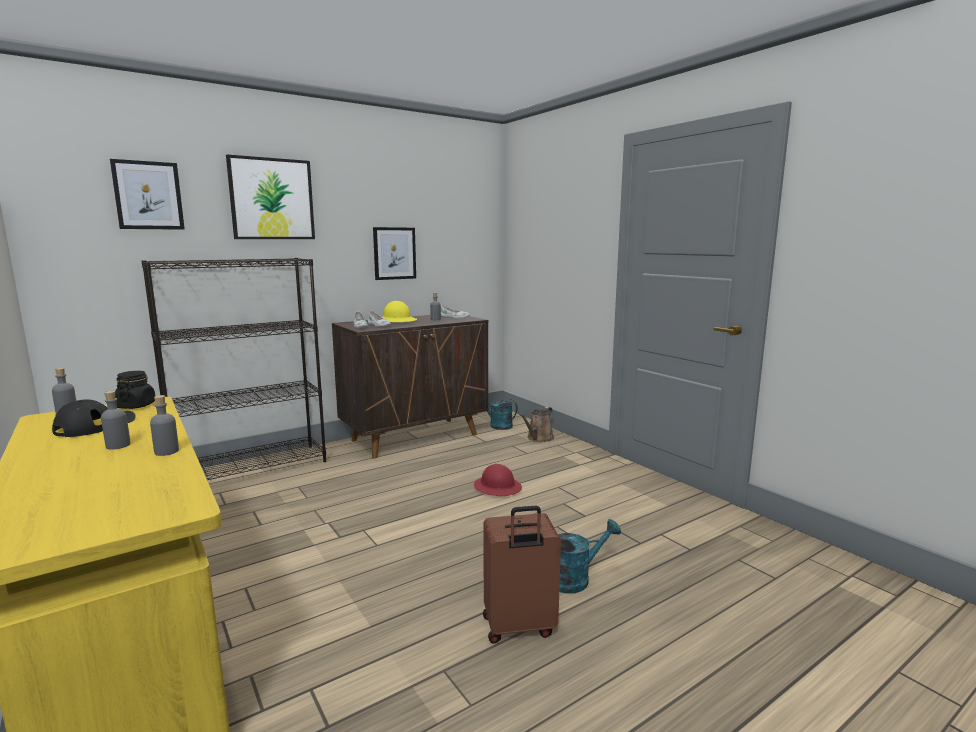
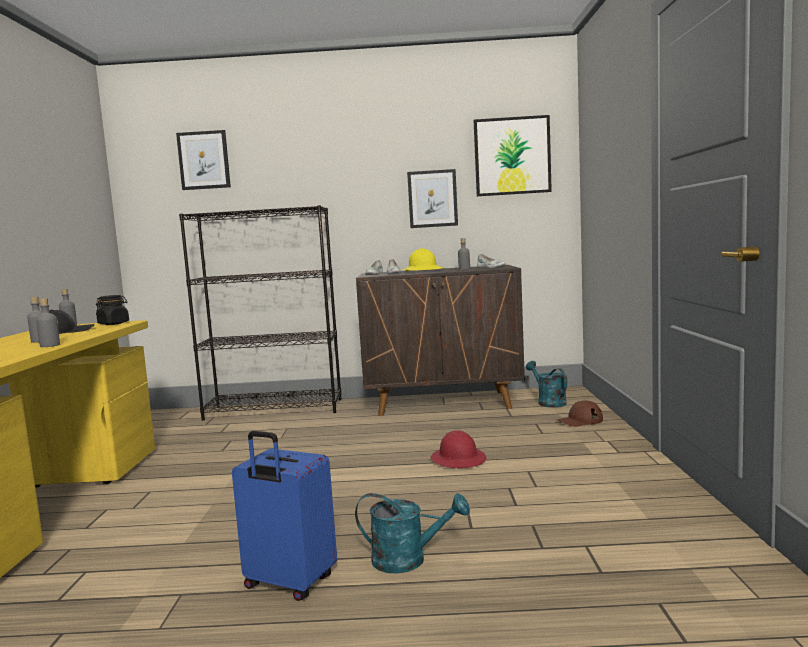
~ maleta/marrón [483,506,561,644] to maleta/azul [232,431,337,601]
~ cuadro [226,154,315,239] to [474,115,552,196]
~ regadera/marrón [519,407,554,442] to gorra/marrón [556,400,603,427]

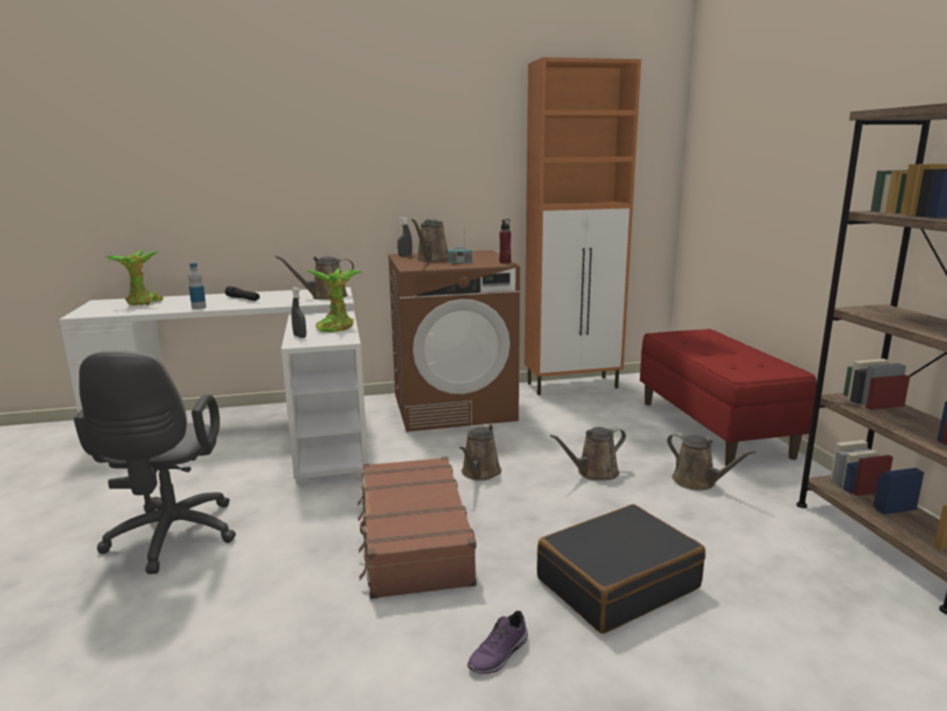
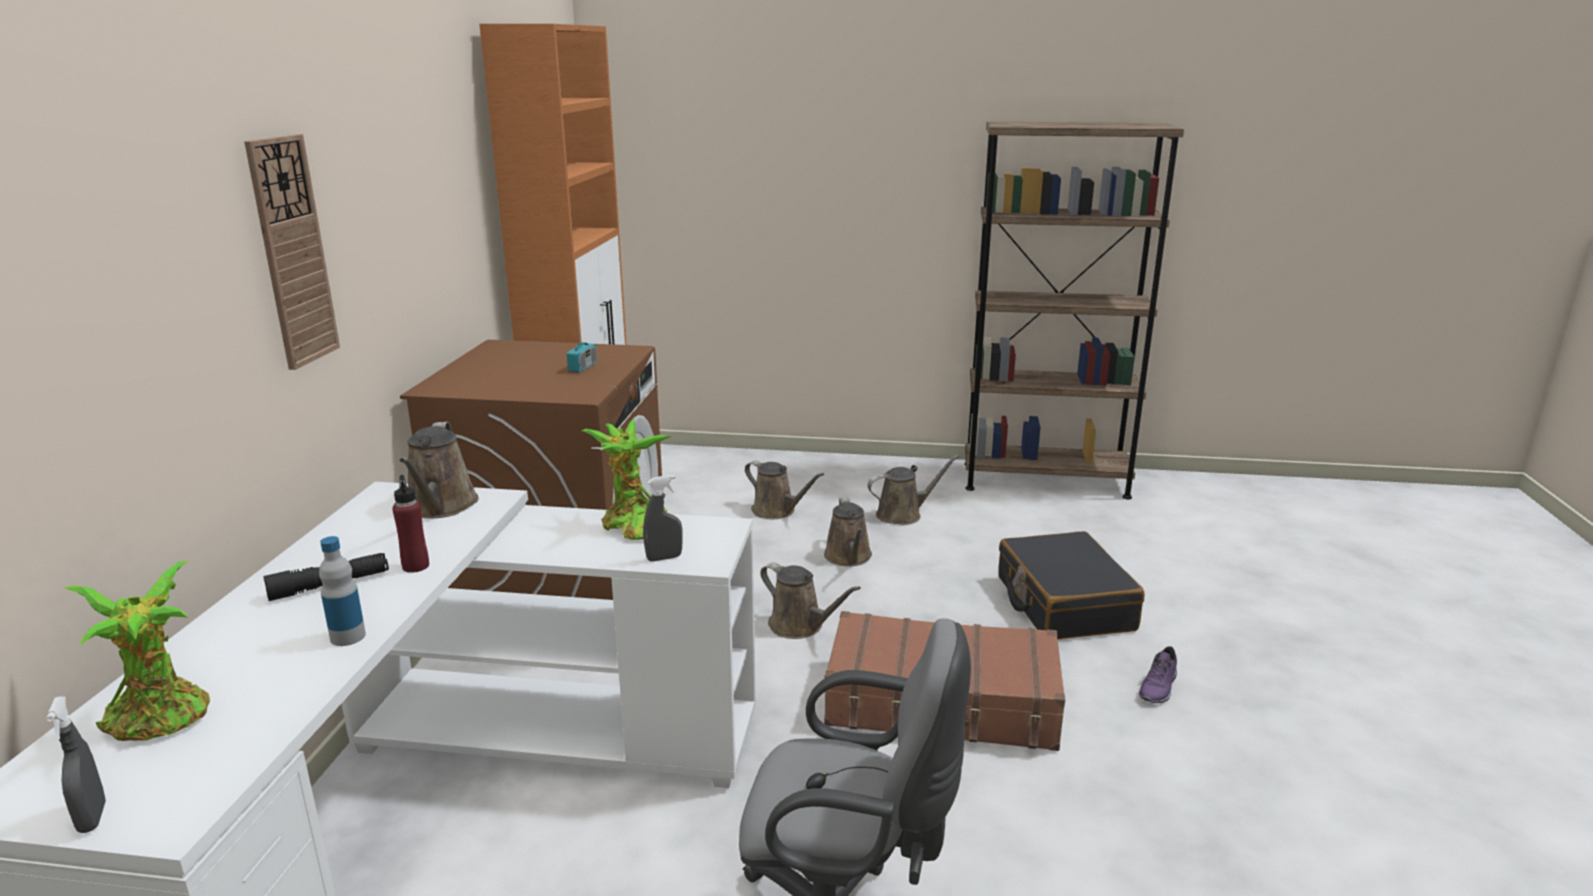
~ pulverizador/gris [397,216,412,257] to [46,696,106,833]
+ reloj de pared [244,134,340,370]
~ botella/rojo [499,219,511,264] to [392,475,429,573]
~ regadera/marrón [412,219,449,262] to [745,461,824,519]
~ zapato/morado [467,611,528,674] = [1139,646,1177,703] 60 degrees clockwise
- banco/rojo [640,329,817,466]

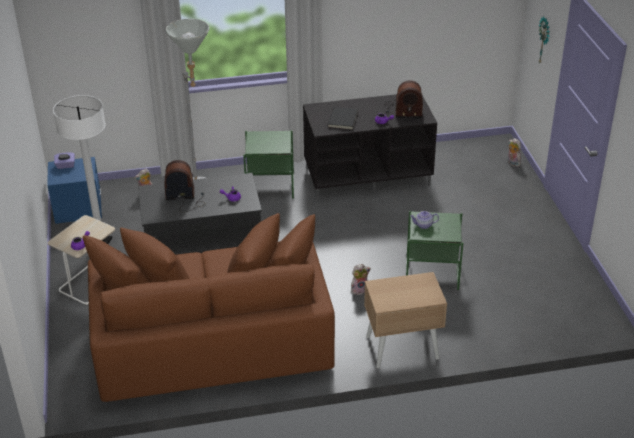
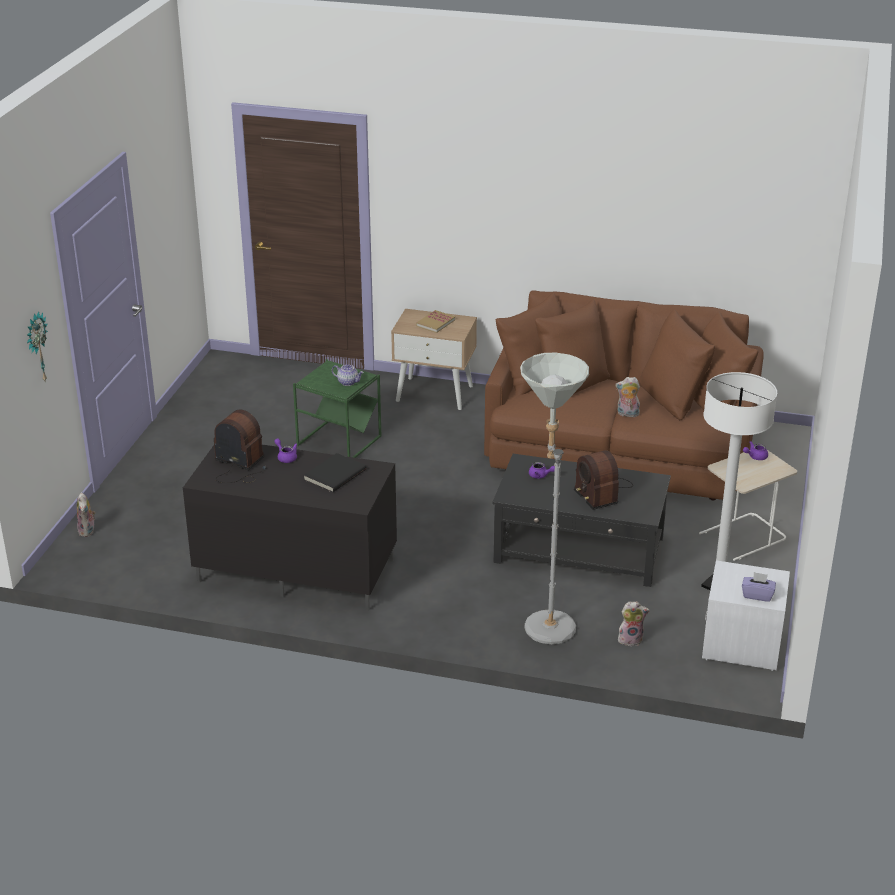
+ libro [416,310,455,333]
~ radio [164,160,205,212] = [574,450,633,510] 45 degrees clockwise
~ peluche [351,264,371,295] to [615,377,640,417]
~ mesita de noche/azul [47,157,102,224] to mesita de noche/blanco [702,560,790,671]
- mesa auxiliar/verde [243,130,294,199]

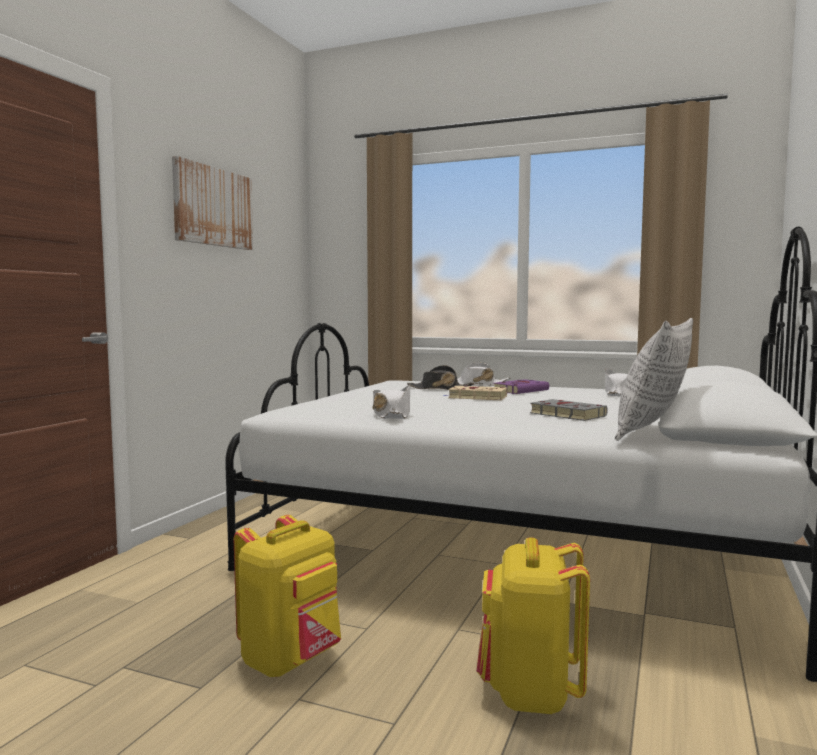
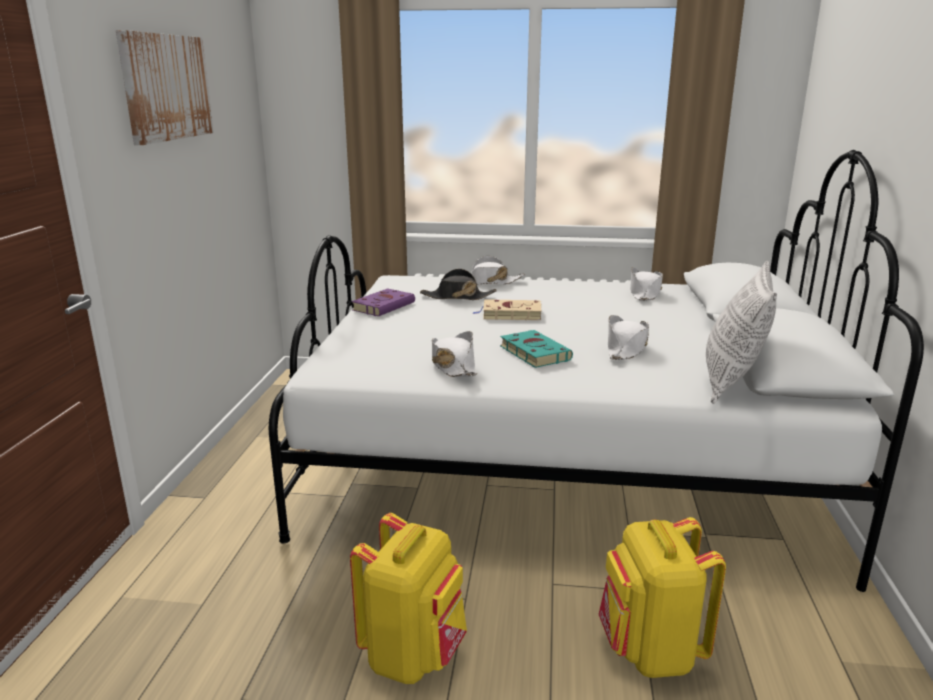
~ libro/morado [493,379,549,394] to [352,288,415,316]
+ libro/turquesa [500,330,573,368]
~ libro/gris [530,399,608,421] to sombrero/blanco [608,315,649,360]

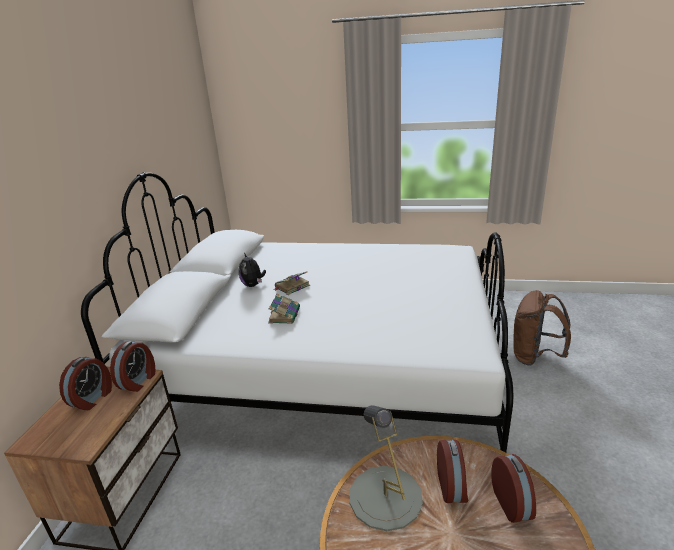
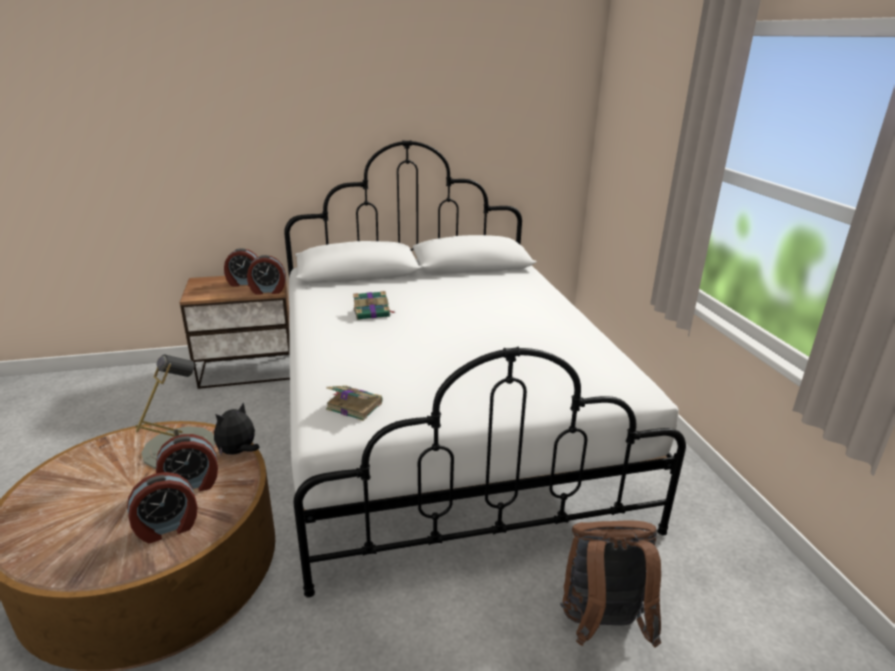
~ peluche [239,253,266,287] to [214,402,259,455]
~ libro [273,272,310,295] to [326,385,383,421]

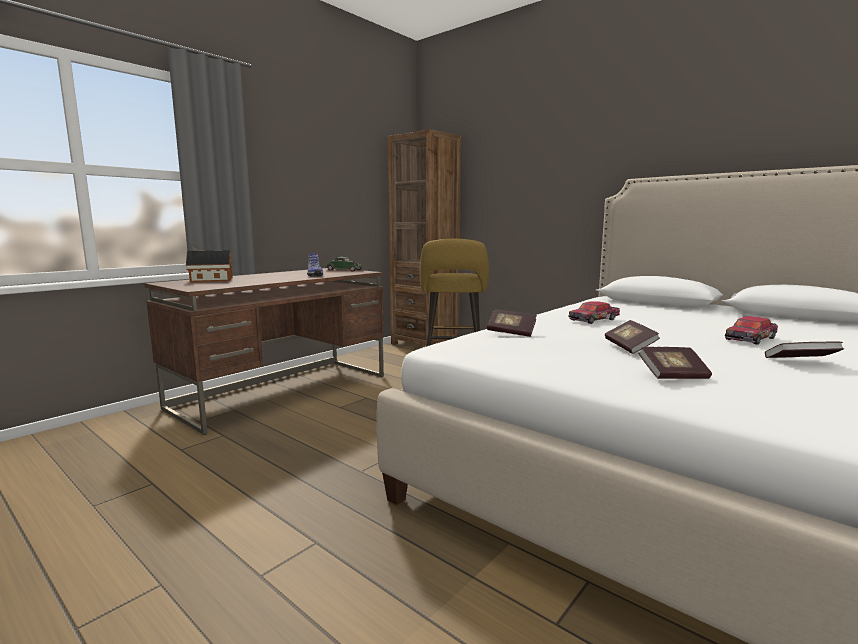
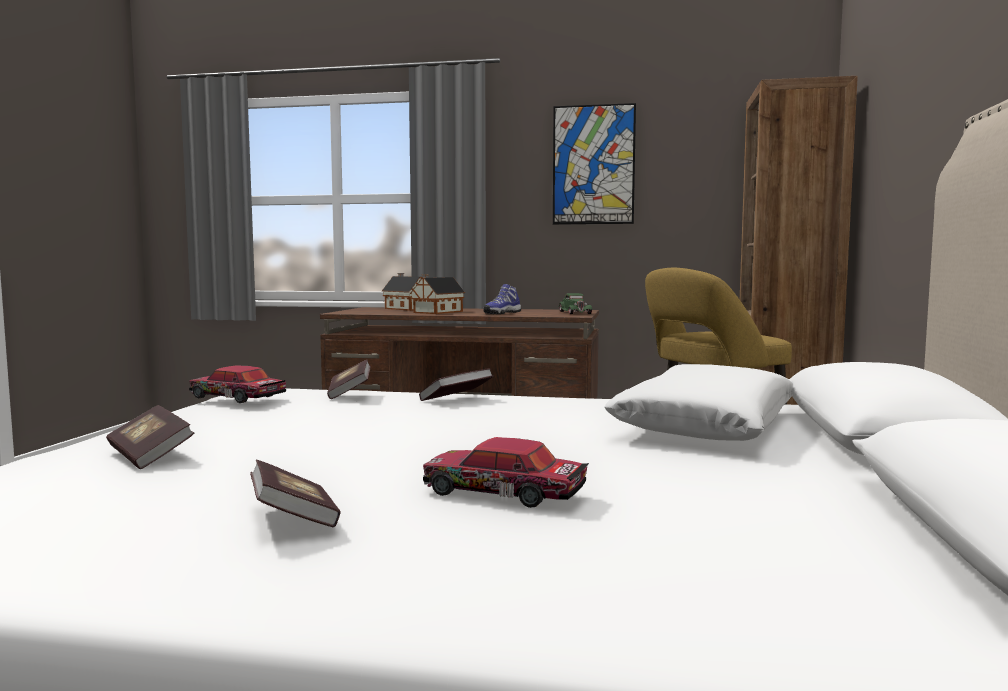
~ coche de juguete [568,301,620,324] to [189,366,286,403]
+ casita [410,274,465,314]
~ libro [605,320,660,354] to [419,368,493,401]
+ cuadro [553,103,636,225]
+ cojín/blanco [604,364,793,441]

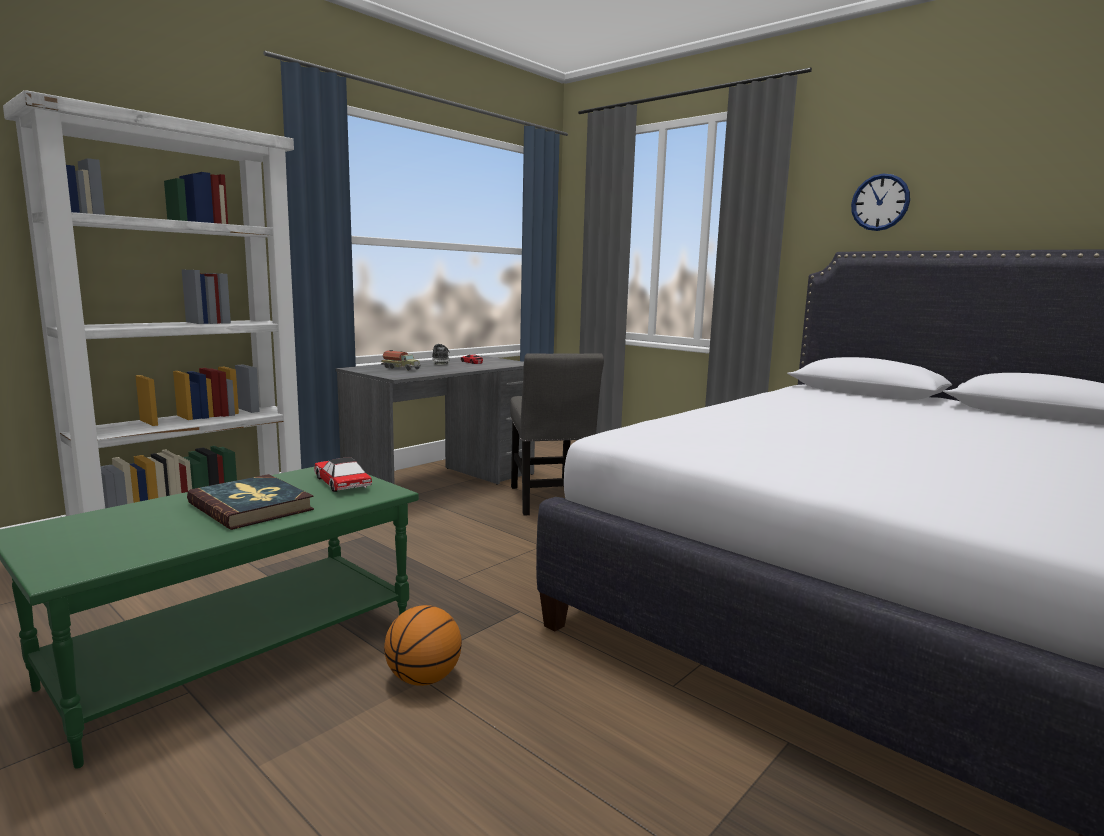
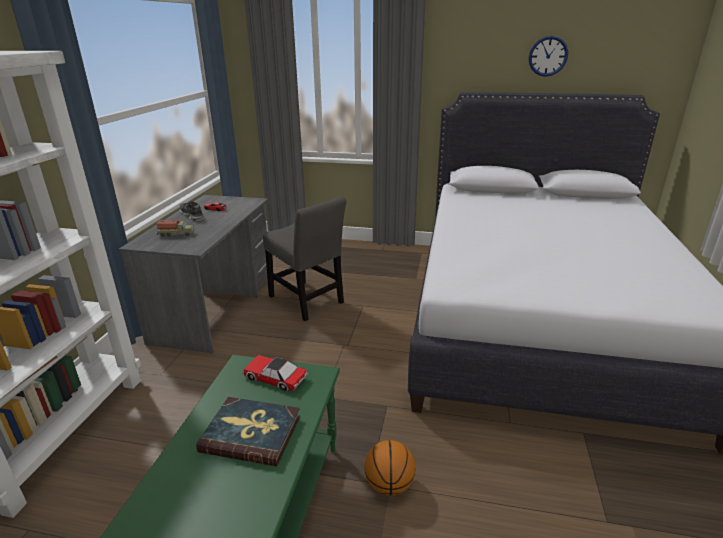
~ reloj de pared [851,173,910,231] to [529,36,568,77]

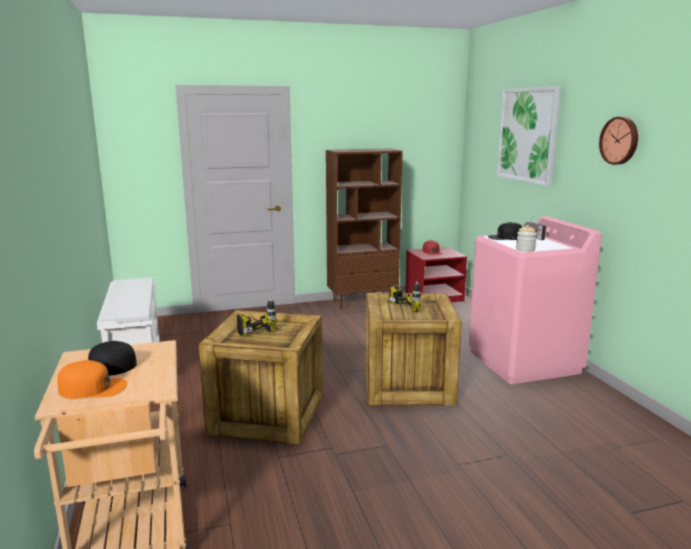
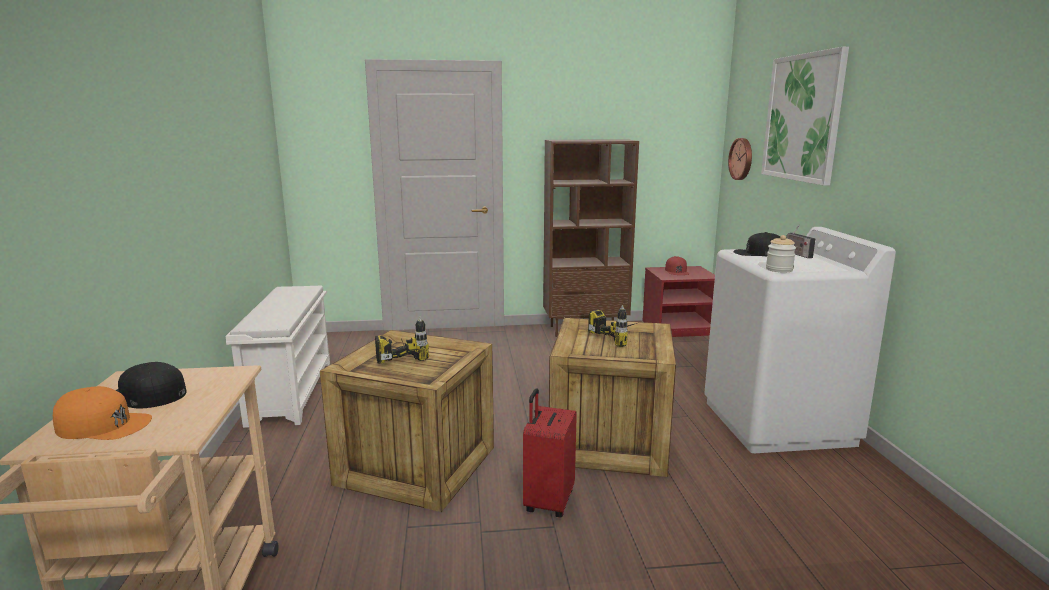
+ maleta/rojo [523,388,577,518]
~ lavadora/rosa [469,216,602,384] to lavadora/blanco [704,227,896,453]
~ reloj de pared [599,117,638,165] to [728,138,752,180]

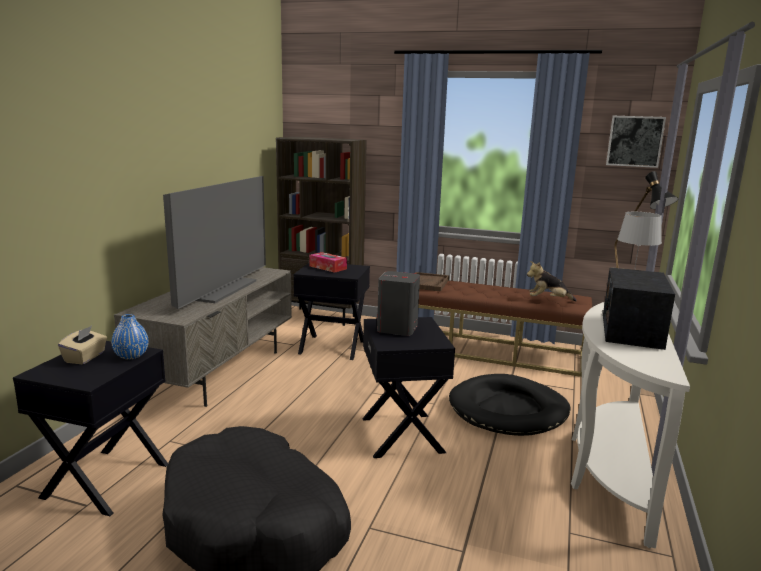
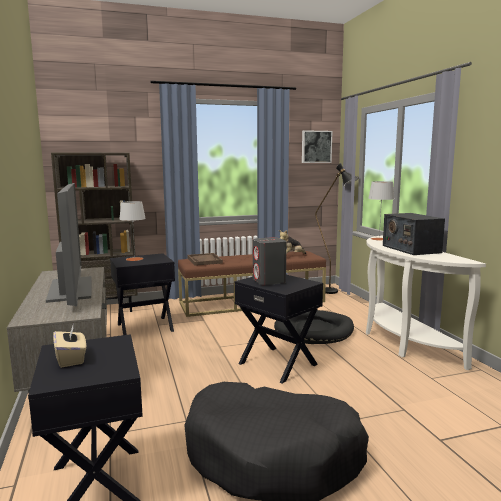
~ caja de pañuelos [309,252,347,273] to lámpara de mesa/gris [119,201,146,261]
- florero/azul [111,314,149,359]

